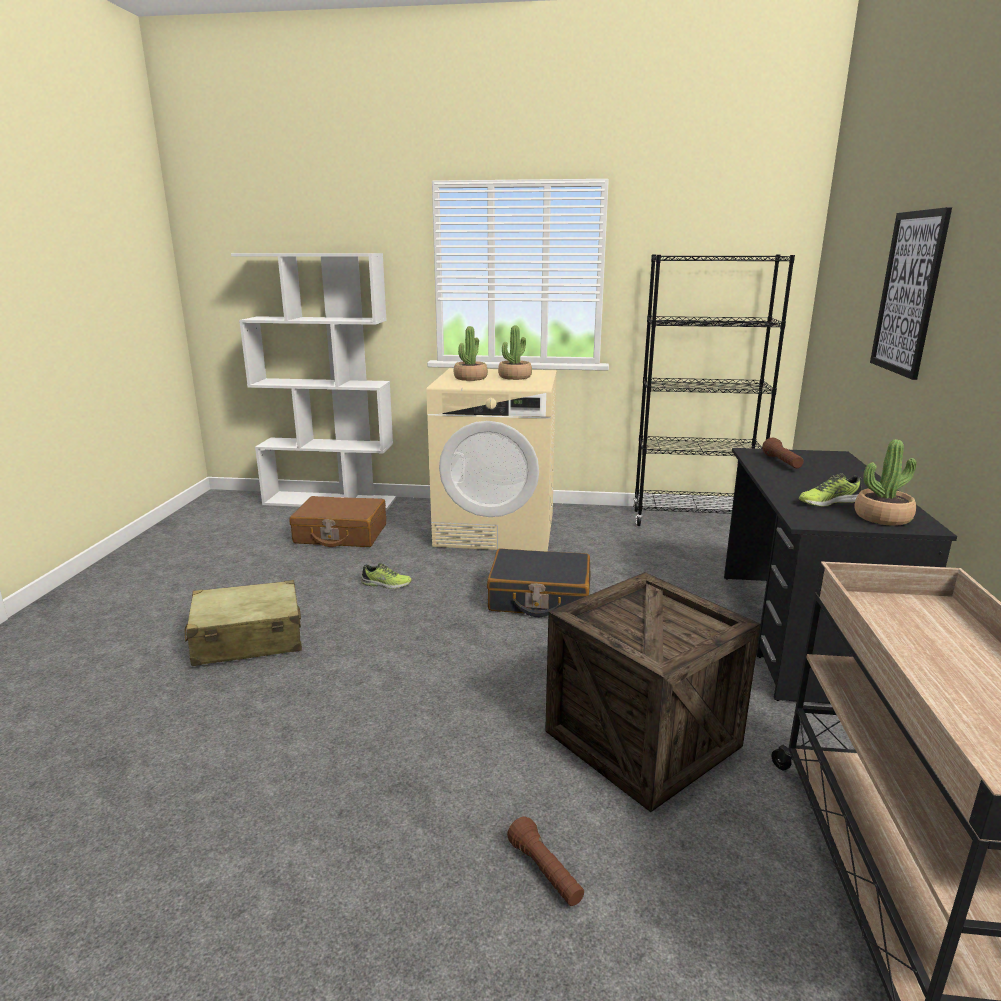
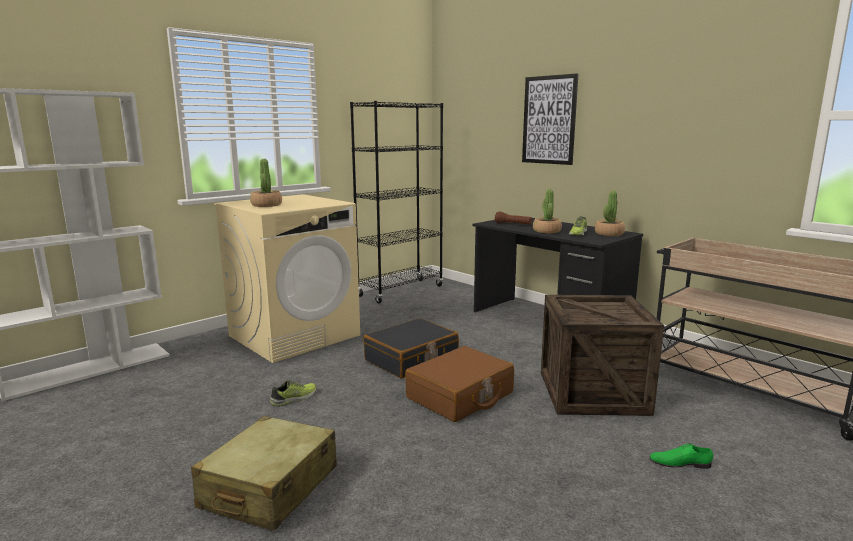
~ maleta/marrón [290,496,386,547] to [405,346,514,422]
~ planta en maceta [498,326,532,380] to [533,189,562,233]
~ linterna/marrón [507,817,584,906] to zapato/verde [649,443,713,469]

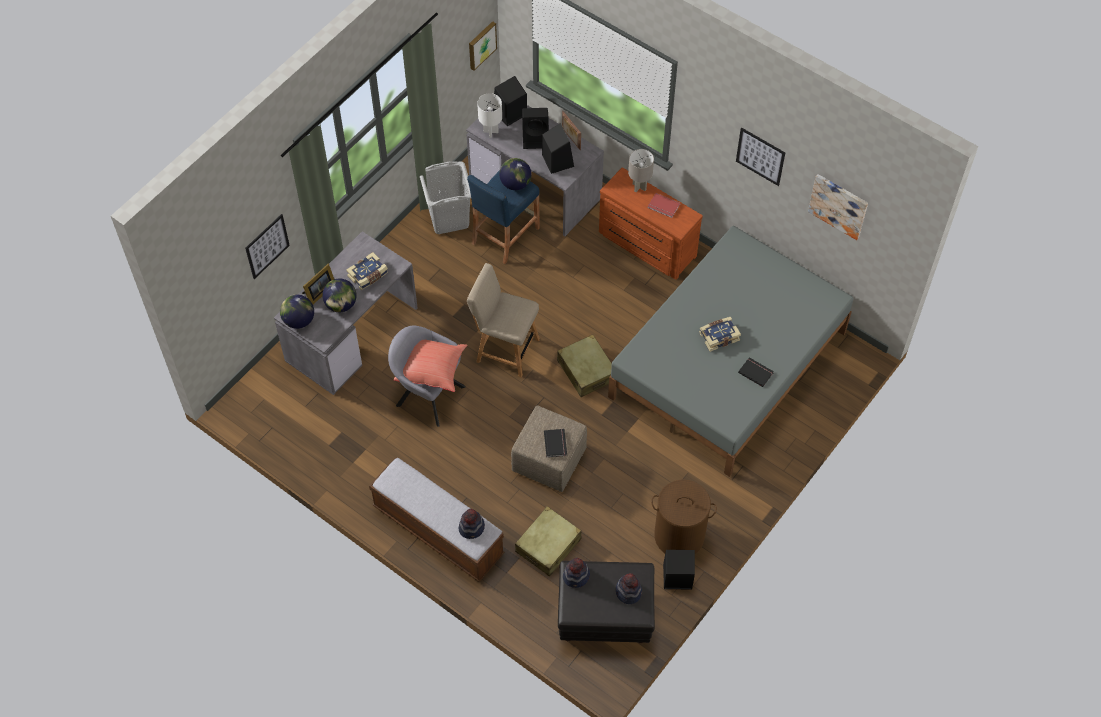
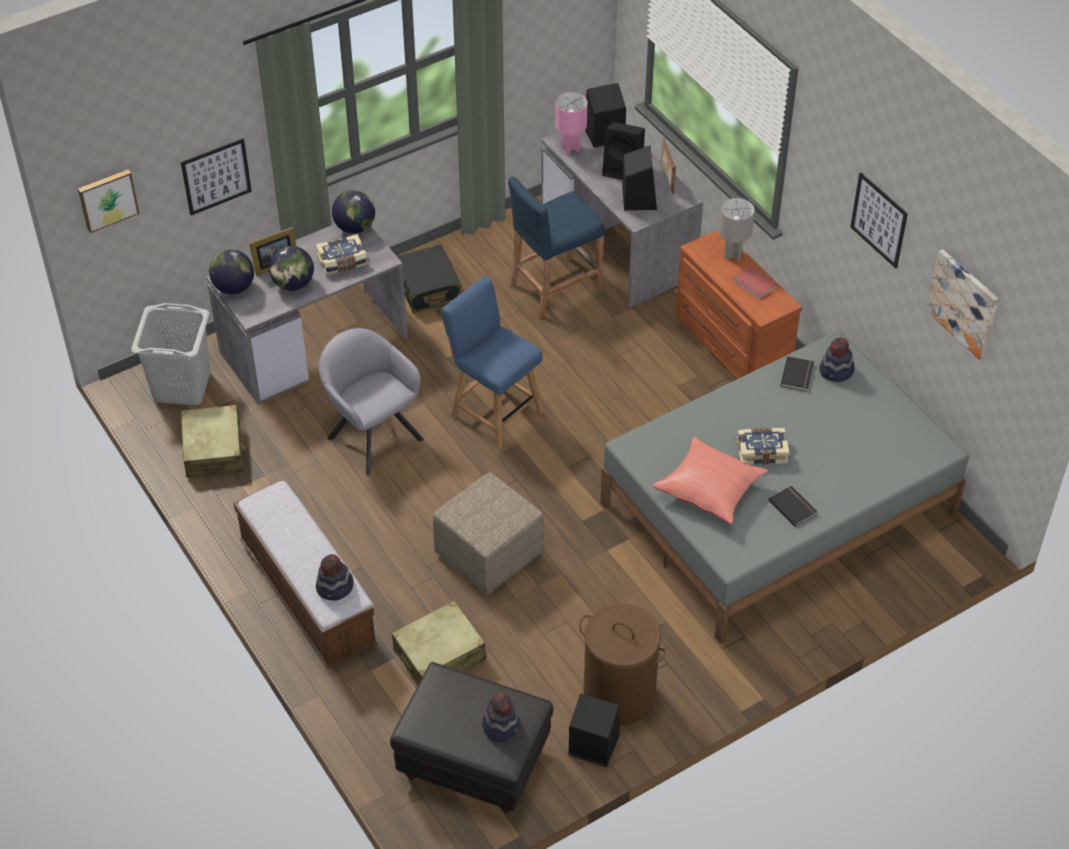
~ cuadro [469,21,497,70] to [78,170,139,233]
~ cesto de la ropa/gris [420,161,471,234] to [131,303,210,405]
~ maleta/beis [557,334,612,397] to [181,405,244,478]
~ globo terráqueo [499,158,532,190] to [332,190,375,234]
+ maleta/negro [397,244,461,313]
~ silla/beis [467,263,540,378] to silla/azul [441,276,544,449]
~ lámpara de mesa/blanco [477,93,502,138] to lámpara de mesa/rosa [555,92,588,155]
~ cojín/rojo [394,340,467,392] to [652,437,768,524]
~ libro/negro [544,429,567,457] to [780,357,814,391]
~ sombrero [563,558,590,588] to [819,337,855,382]

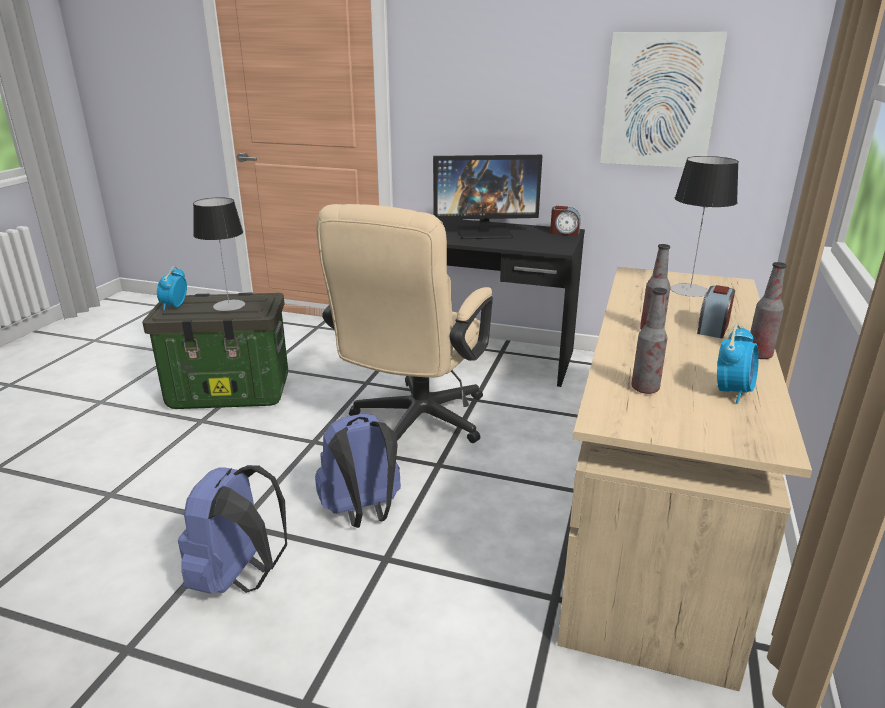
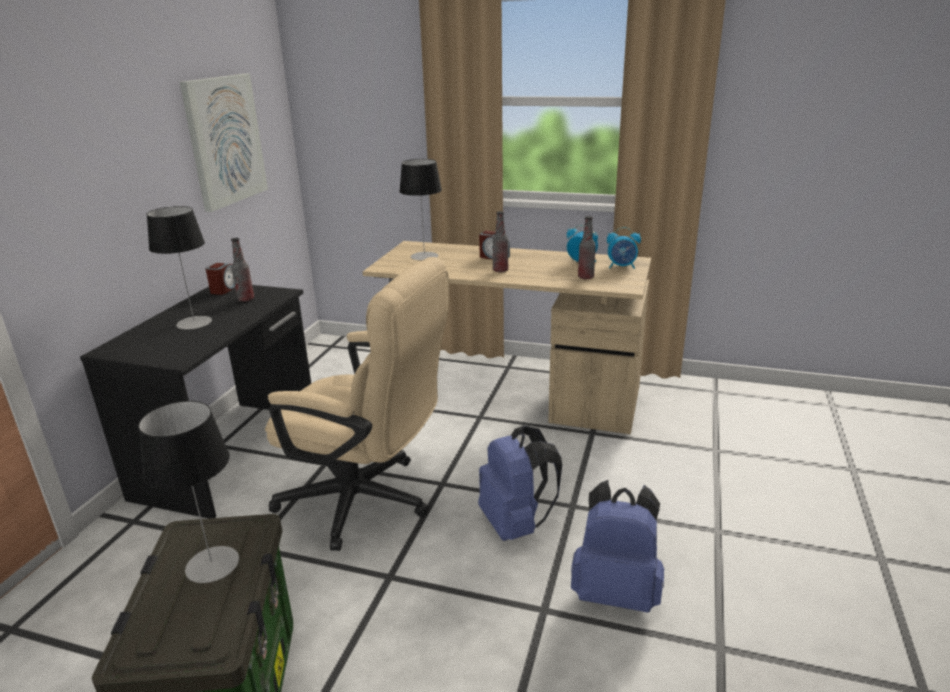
~ monitor [433,155,543,239] to lámpara de mesa [146,206,212,329]
~ botella [750,262,787,359] to [231,238,254,302]
~ despertador [157,266,187,311] to [607,227,641,269]

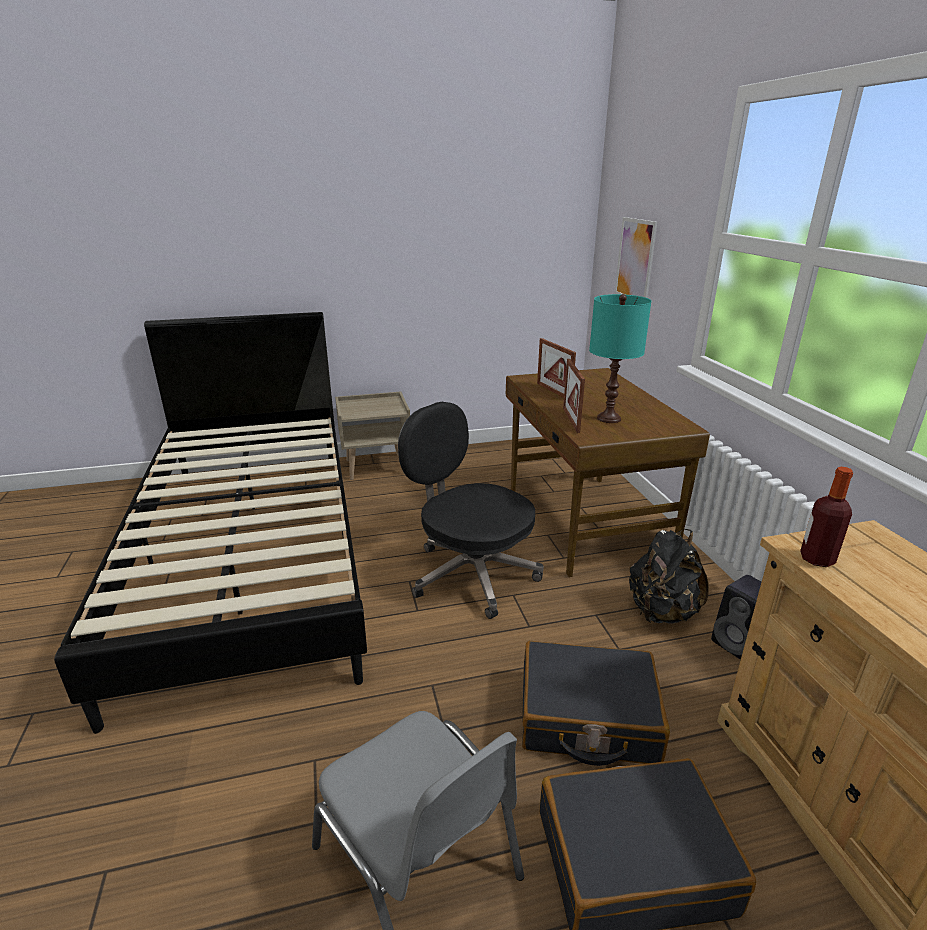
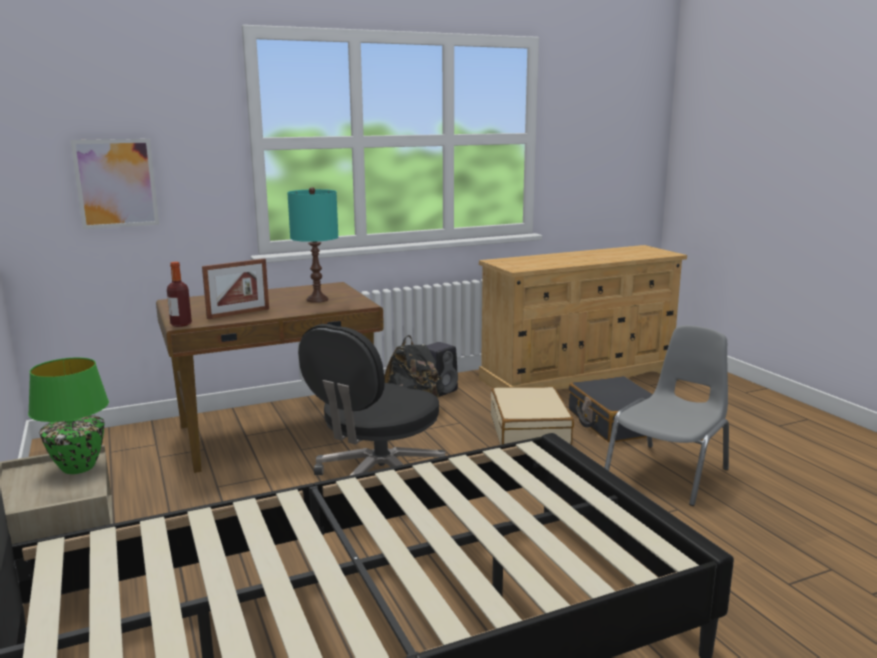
+ lámpara de mesa/verde [28,358,109,474]
~ botella [800,467,853,567] to [167,262,192,327]
~ maleta/negro [522,641,670,766] to maleta/beis [491,387,574,445]
- portarretratos [563,359,585,433]

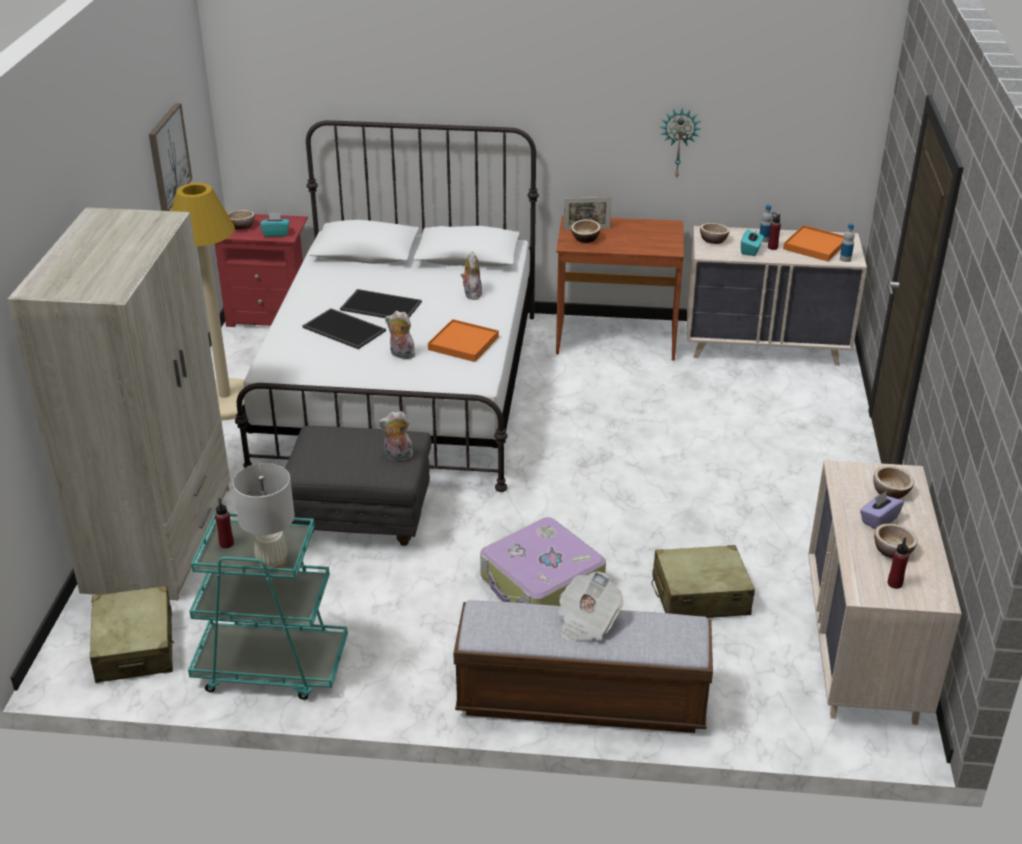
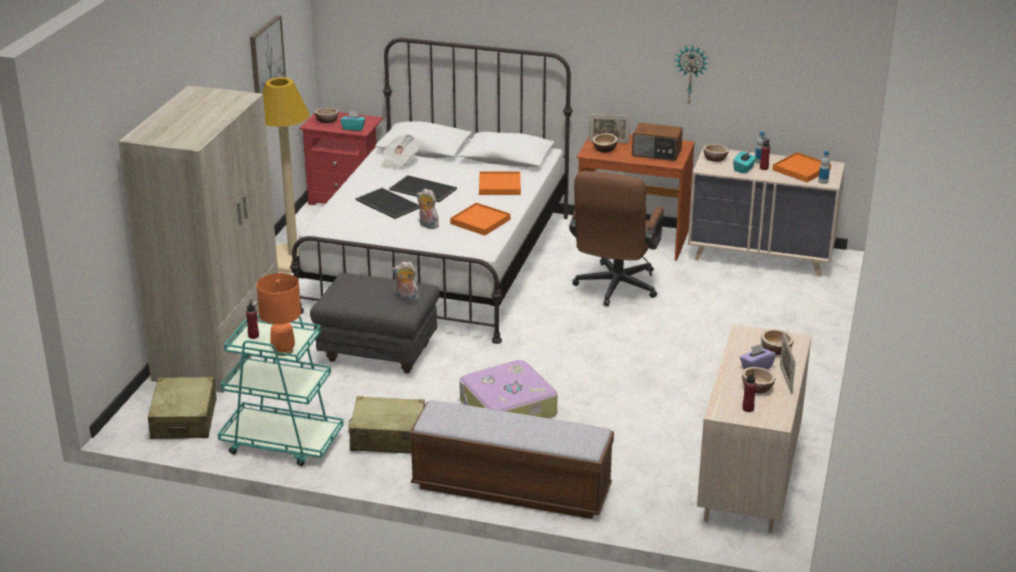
~ lámpara de mesa/blanco [233,463,295,571] to lámpara de mesa/naranja [257,273,301,356]
~ maleta/beis [651,545,755,618] to [348,396,425,454]
~ periódico [558,571,623,641] to [380,134,419,169]
~ peluche [461,251,482,300] to bandeja/naranja [479,171,521,195]
+ silla de oficina/marrón [569,171,664,306]
+ radio [632,123,683,161]
+ portarretratos [780,333,796,394]

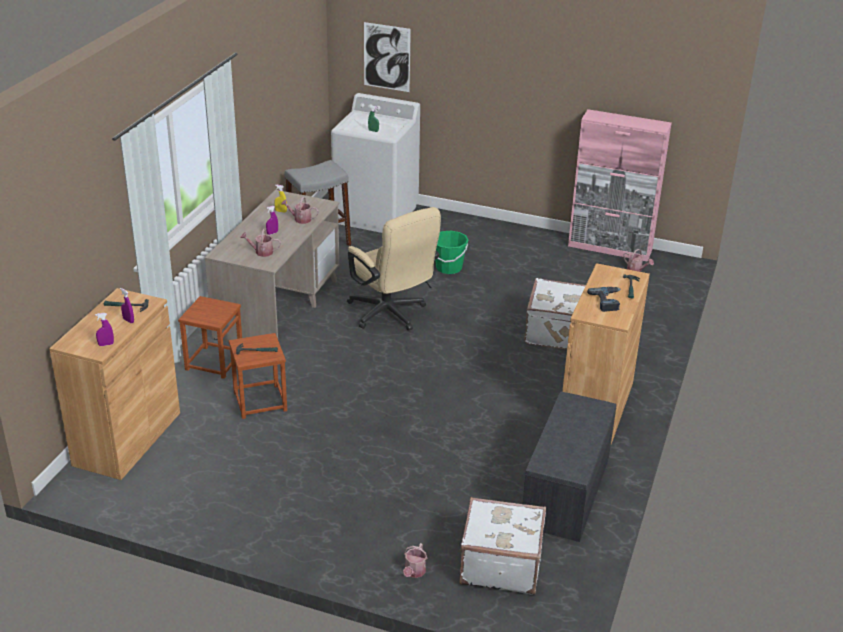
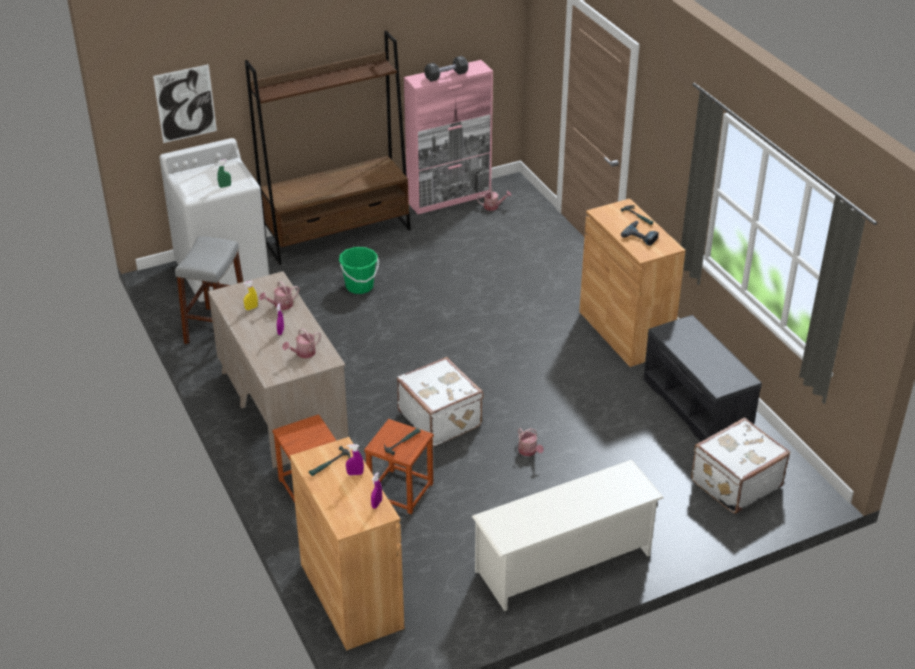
+ estantería/marrón [245,31,411,265]
~ maleta/blanco [524,278,586,349] to [397,357,483,447]
+ mancuerna/negro [424,56,468,82]
+ zapatero/blanco [472,460,664,611]
~ regadera [403,543,427,578] to [518,428,544,456]
- silla de oficina/beis [347,207,441,331]

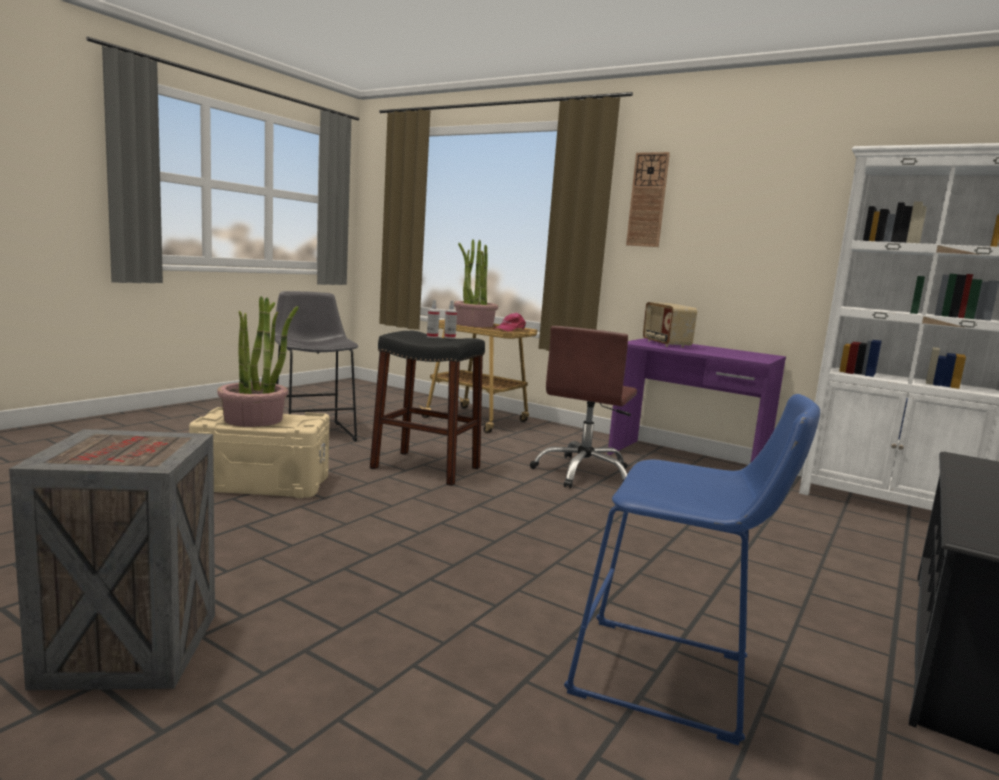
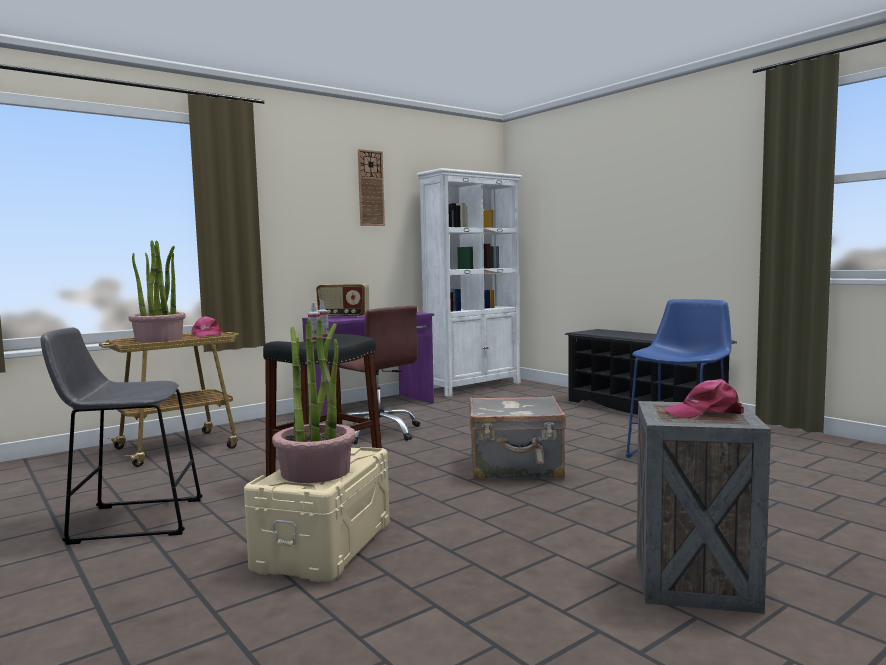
~ reloj de pared [626,152,670,247] to [358,149,385,226]
+ maleta/gris [469,396,566,479]
+ gorra/rosa [664,379,744,418]

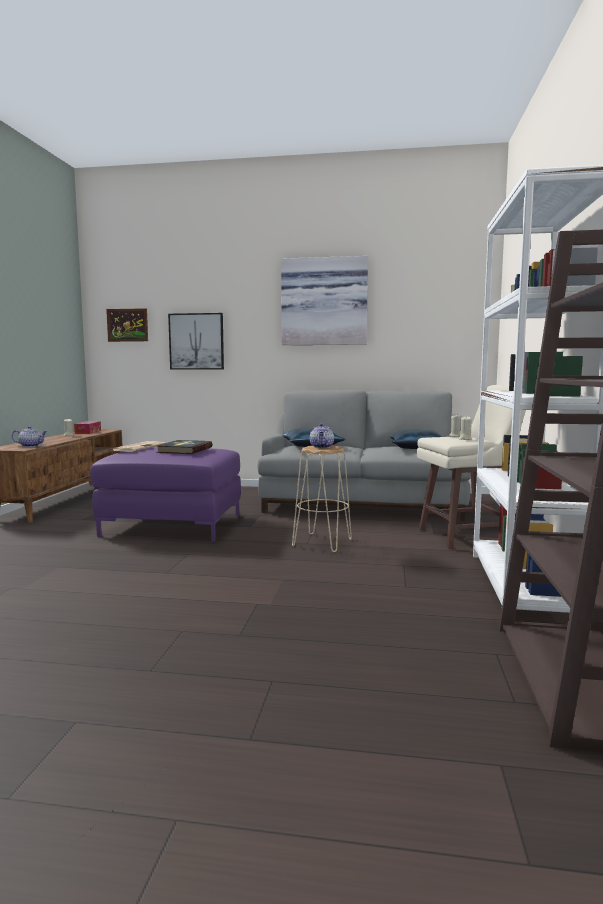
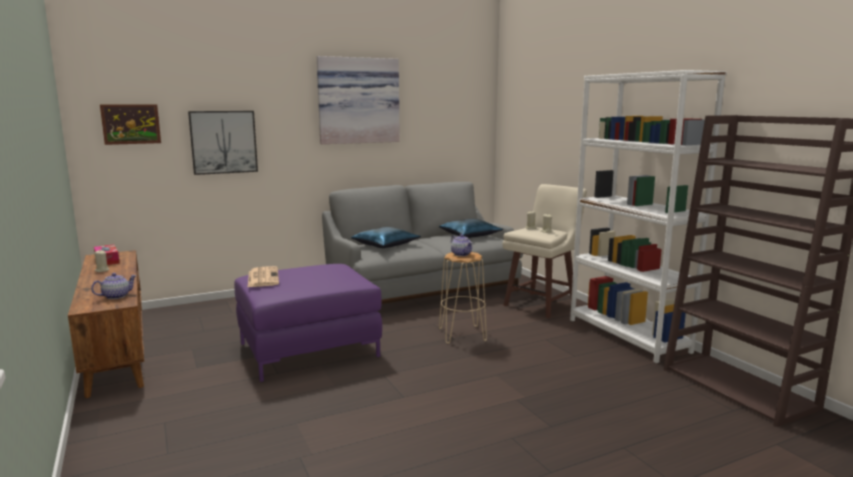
- libro [156,440,212,454]

